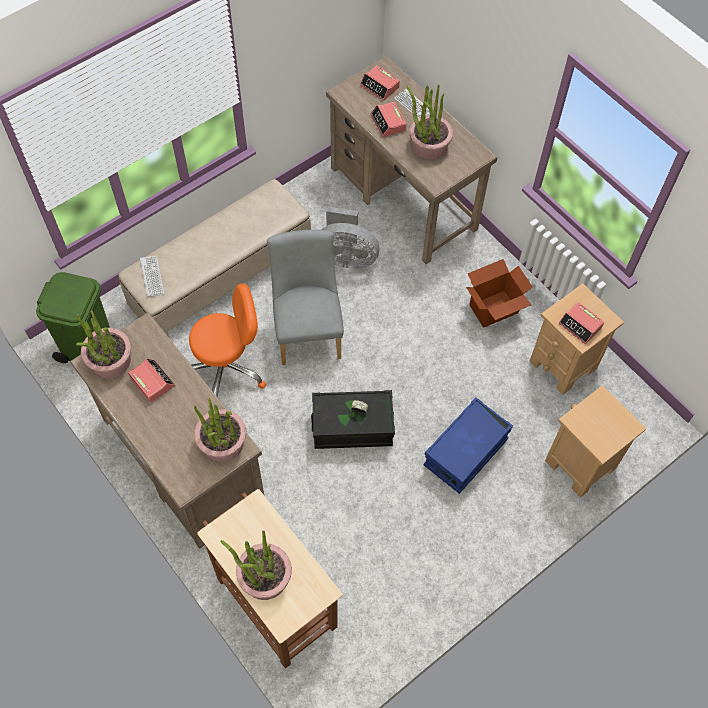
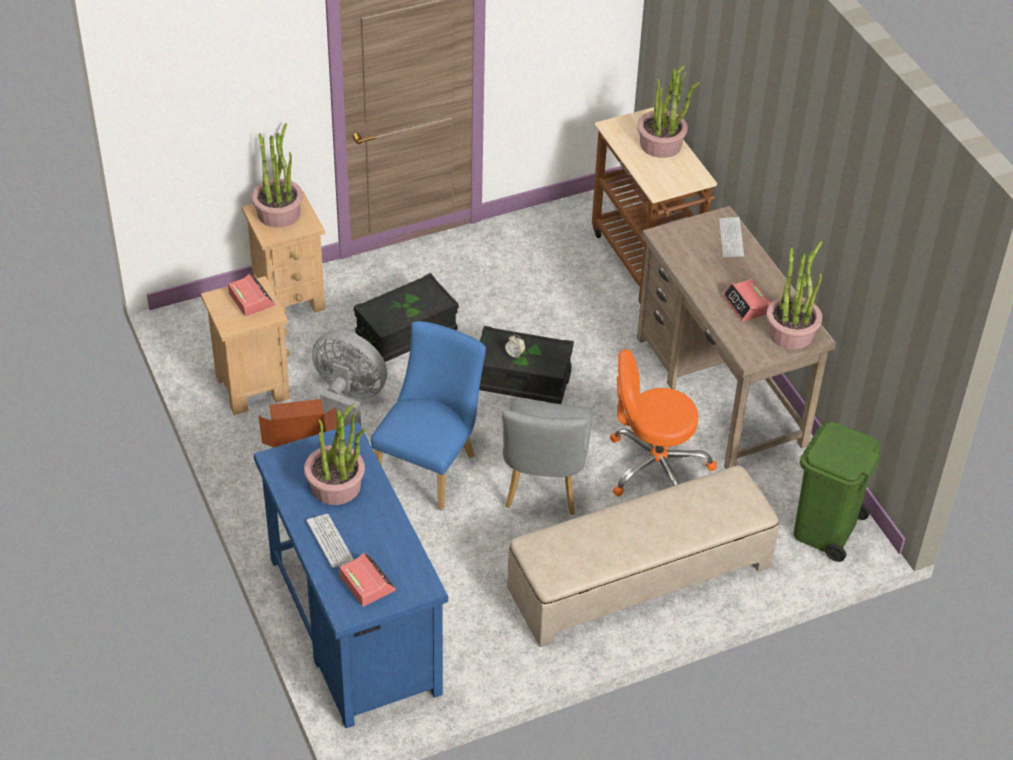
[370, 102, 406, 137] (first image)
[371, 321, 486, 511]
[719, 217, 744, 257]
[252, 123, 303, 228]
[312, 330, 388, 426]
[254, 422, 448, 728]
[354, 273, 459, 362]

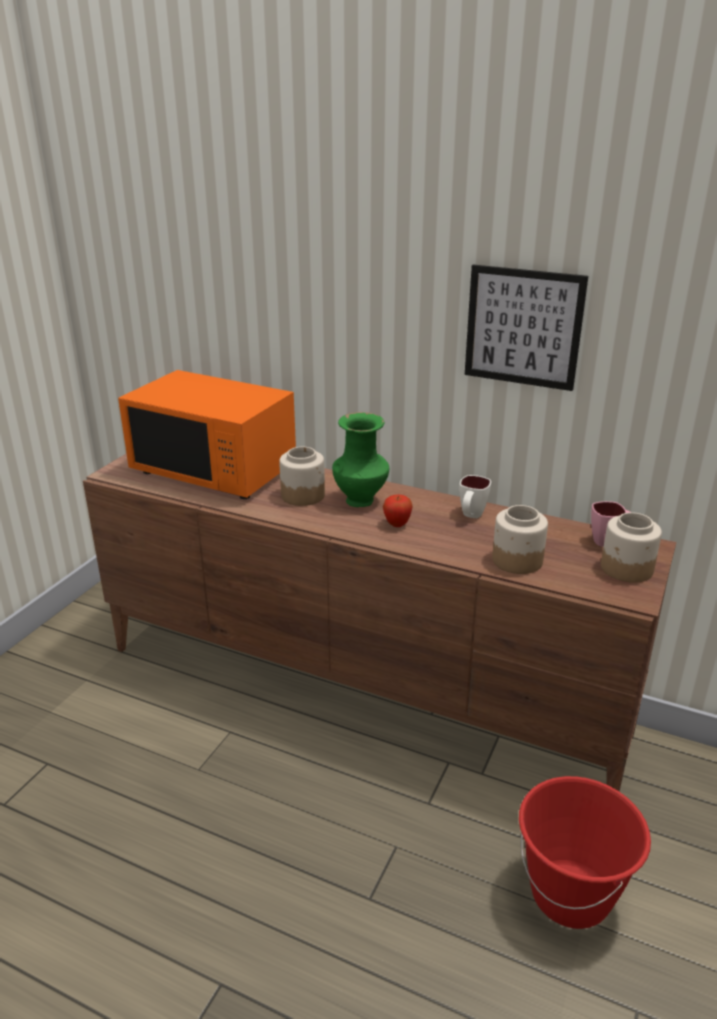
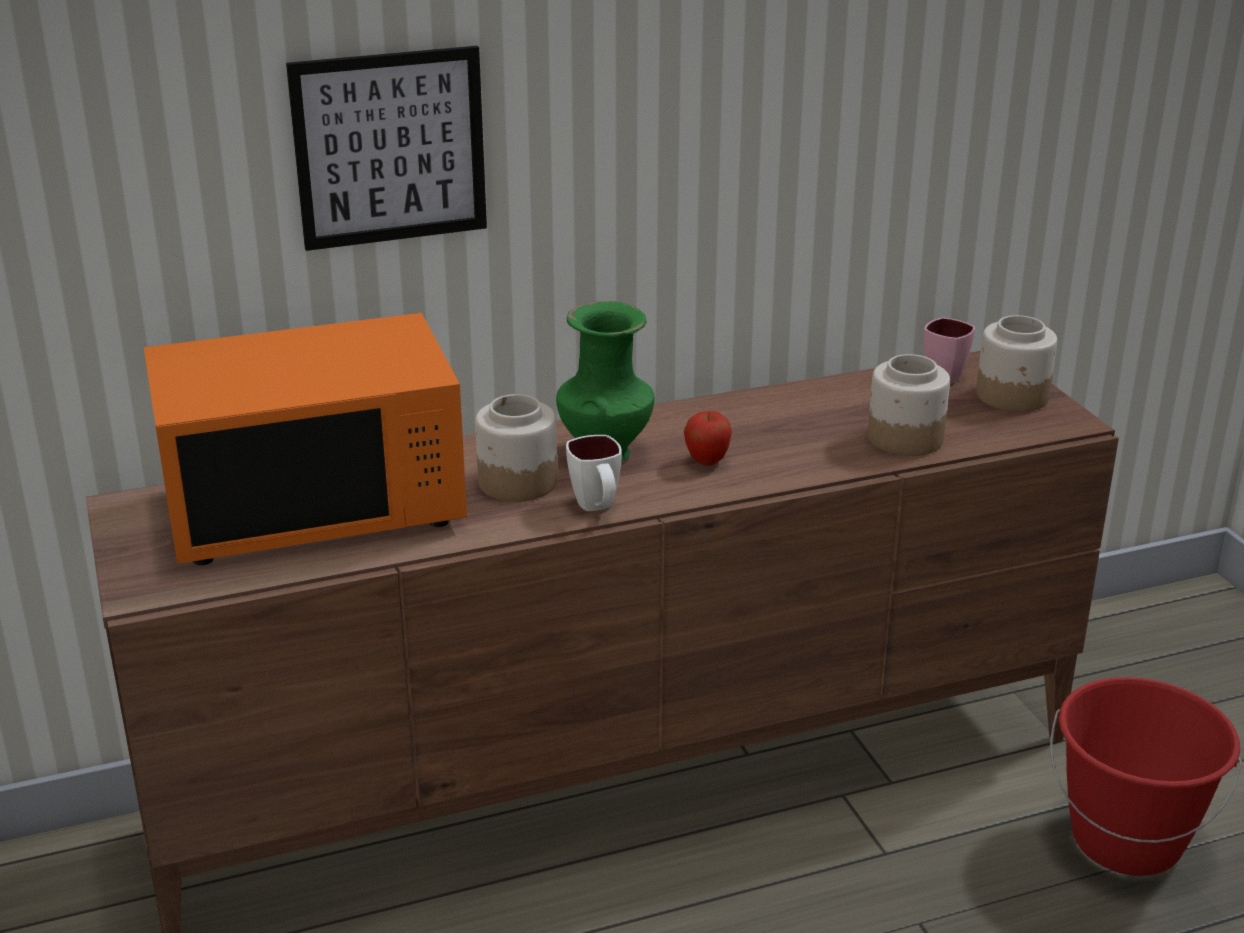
[566, 435, 622, 511]
[286, 46, 487, 251]

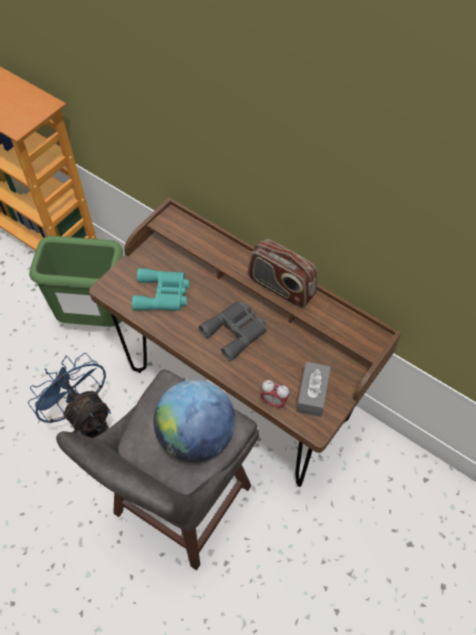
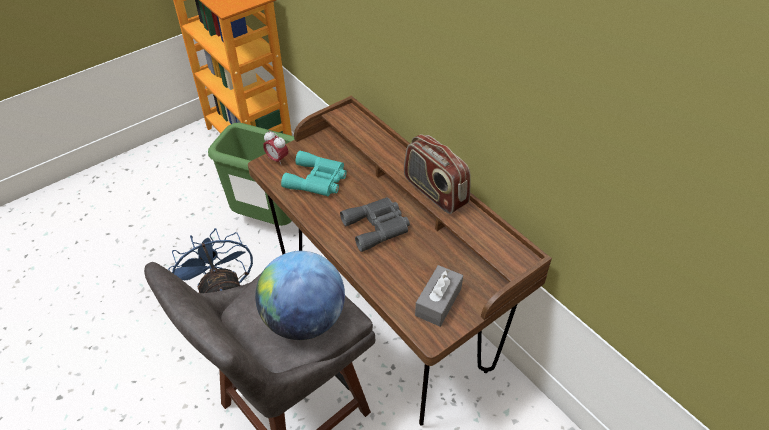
[263, 131, 288, 164]

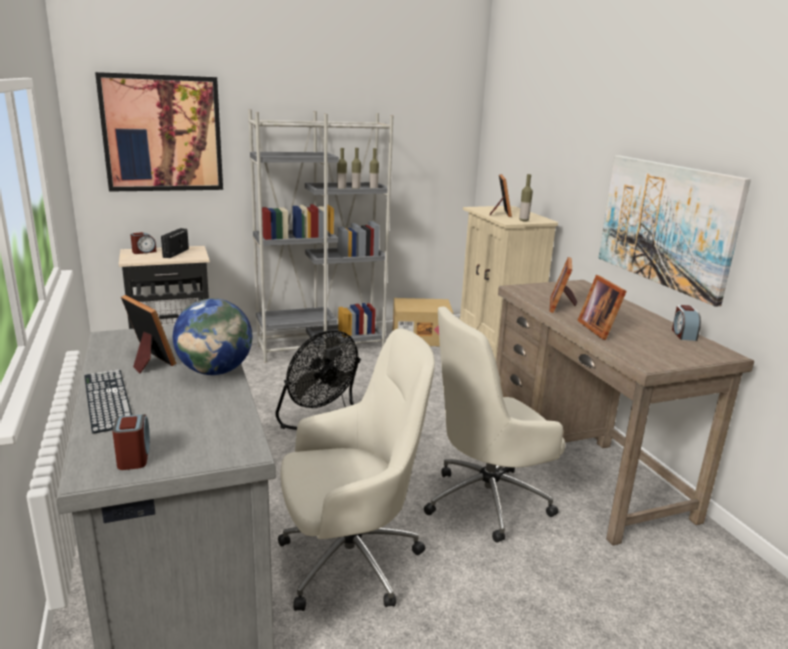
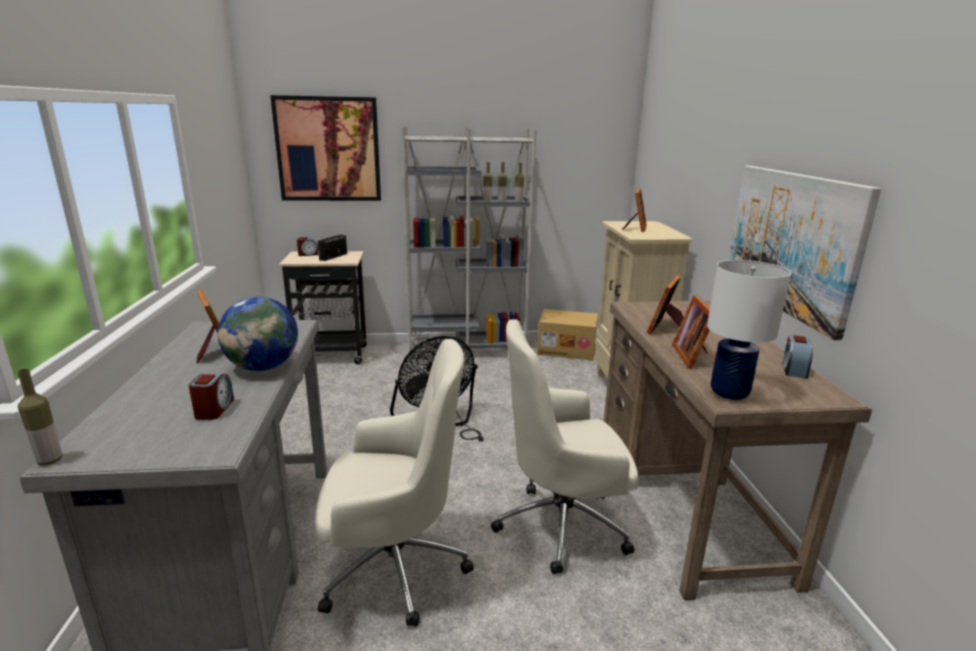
[85, 370, 132, 434] (first image)
[707, 260, 791, 400]
[189, 374, 234, 420]
[17, 369, 62, 466]

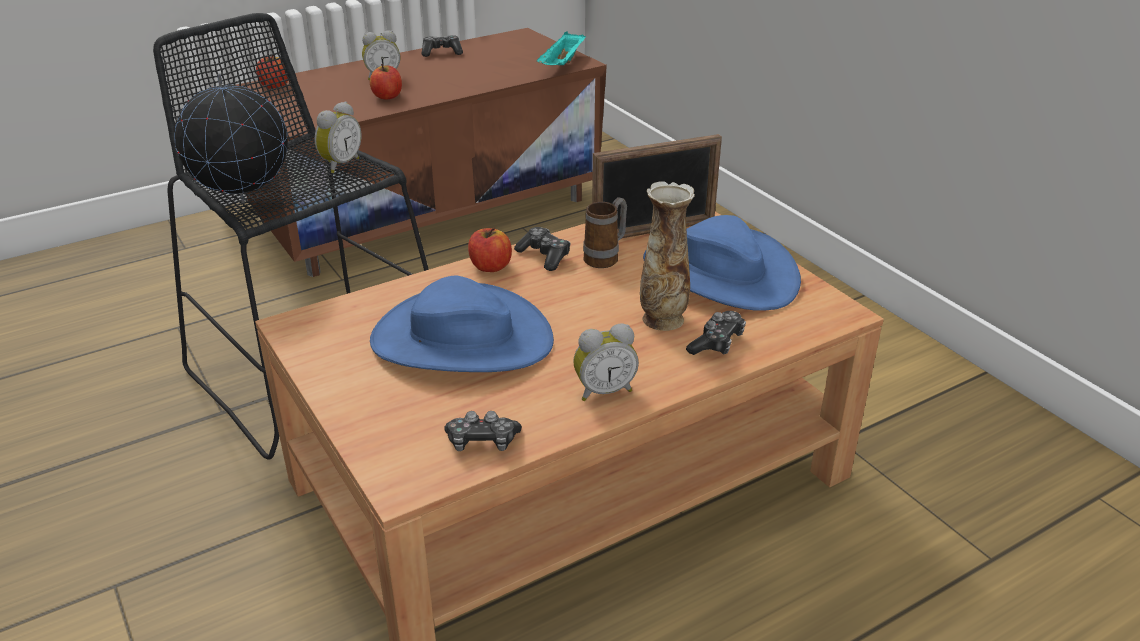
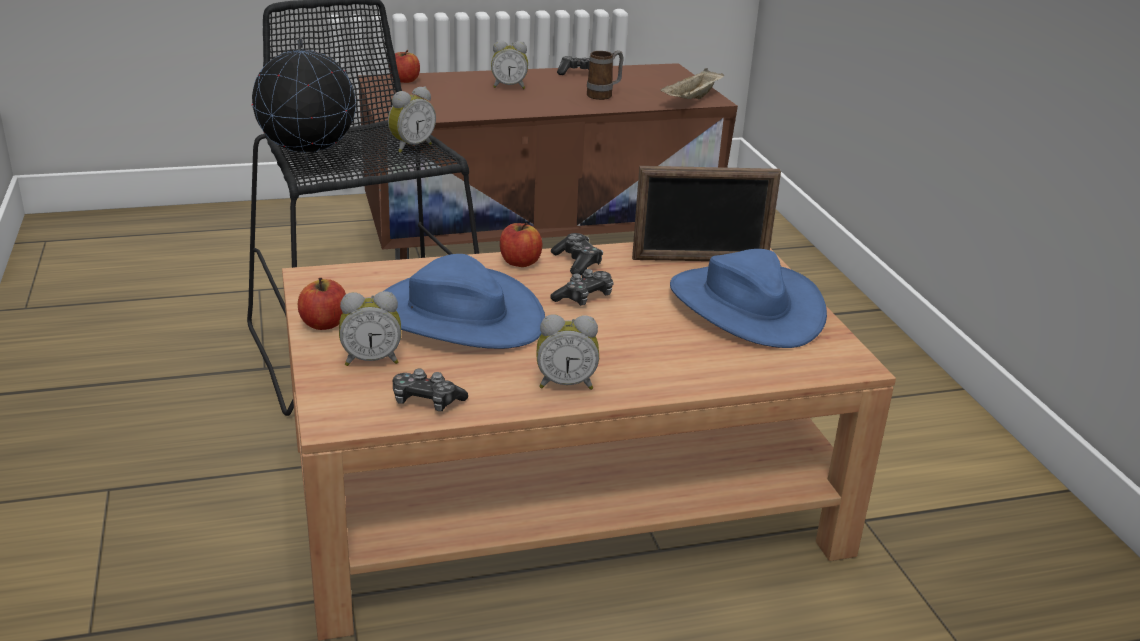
[640, 181, 695, 331] (first image)
[339, 291, 401, 366]
[298, 278, 346, 330]
[587, 50, 624, 100]
[550, 269, 614, 306]
[660, 68, 724, 99]

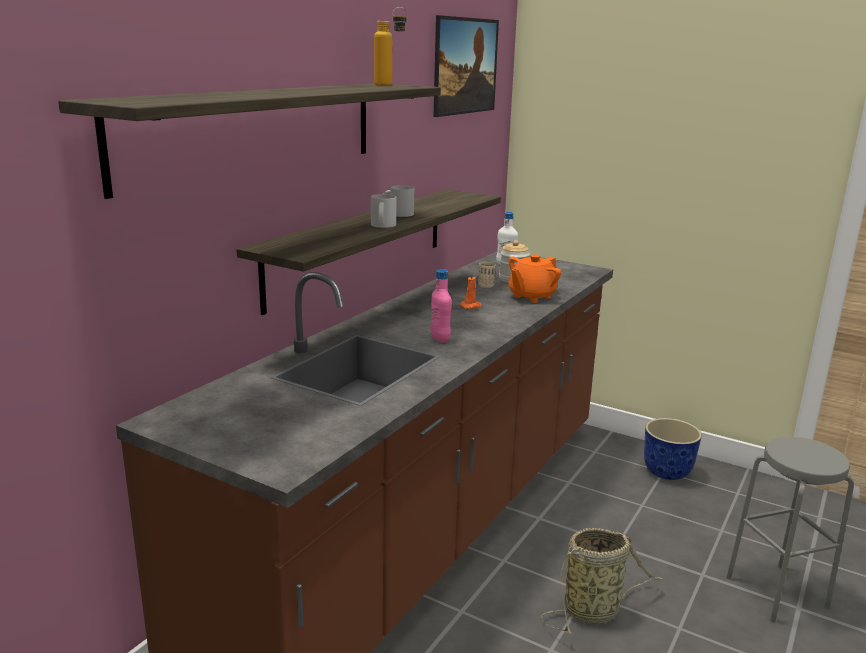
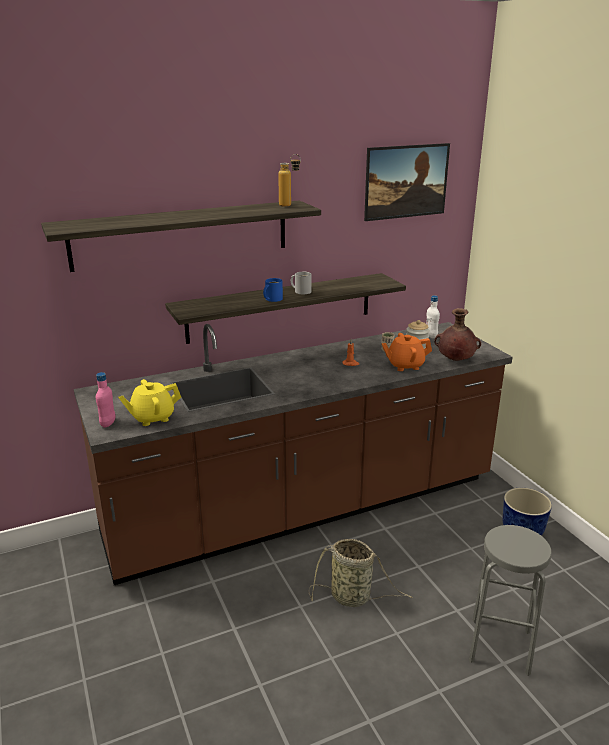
[118, 379, 181, 426]
[434, 308, 481, 361]
[96, 372, 116, 428]
[263, 278, 283, 302]

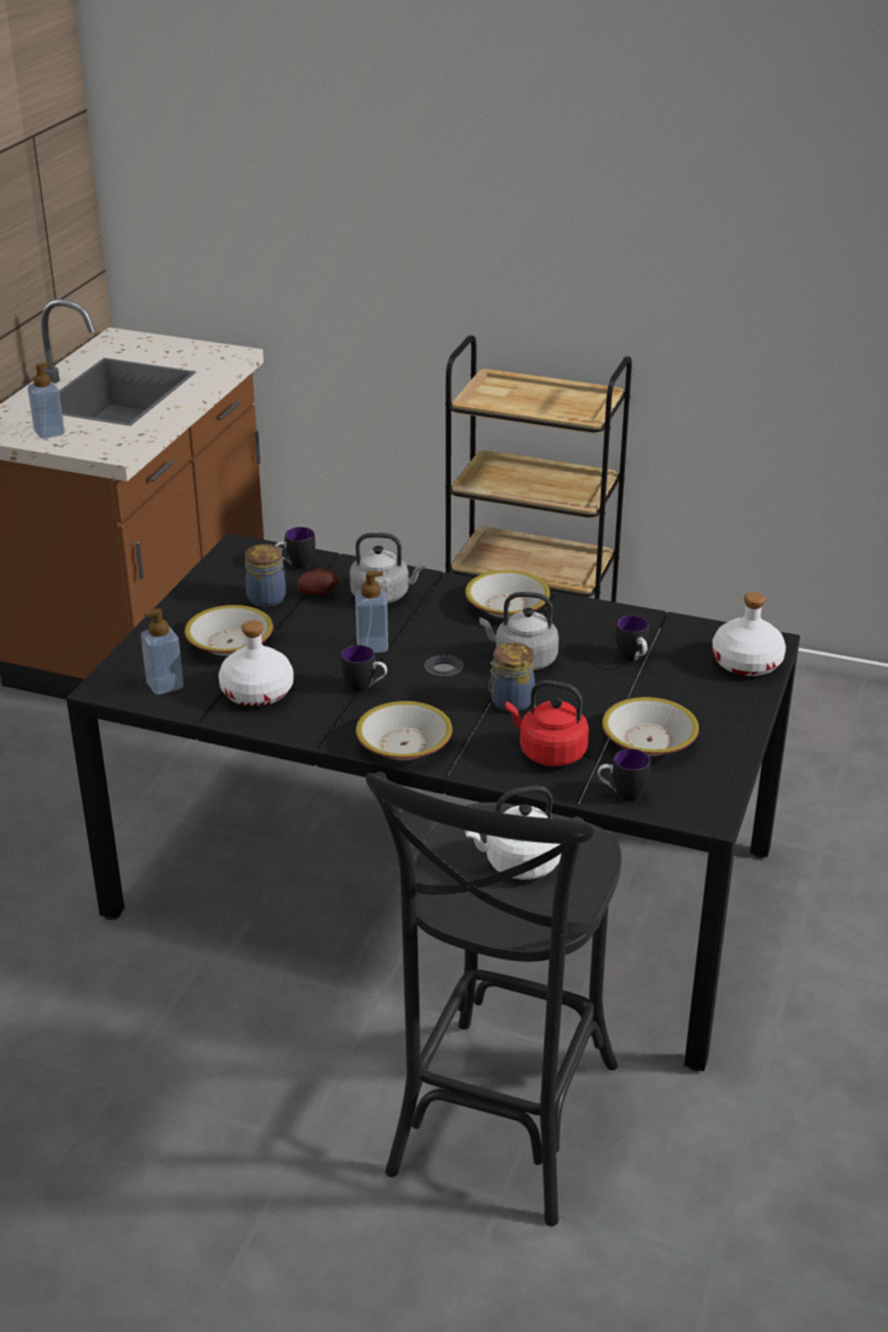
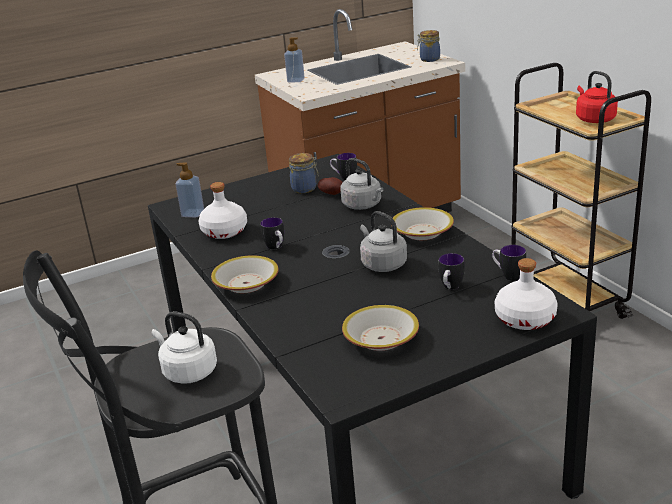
[185, 605, 273, 656] (first image)
[355, 571, 388, 653] (first image)
[417, 30, 440, 62]
[576, 71, 618, 123]
[492, 245, 526, 281]

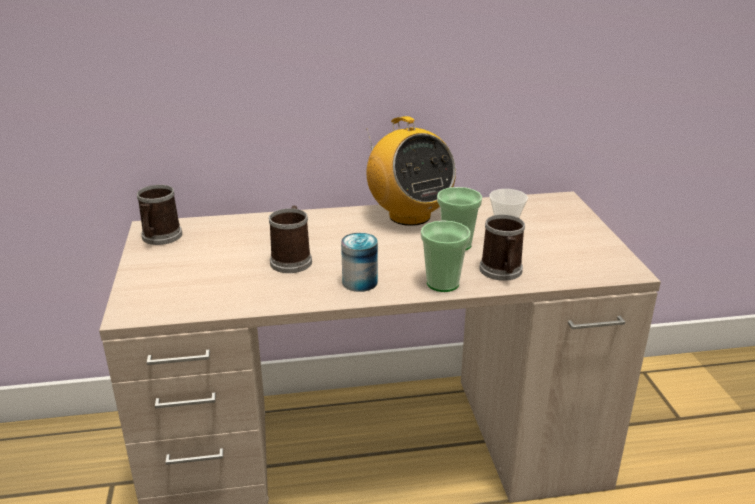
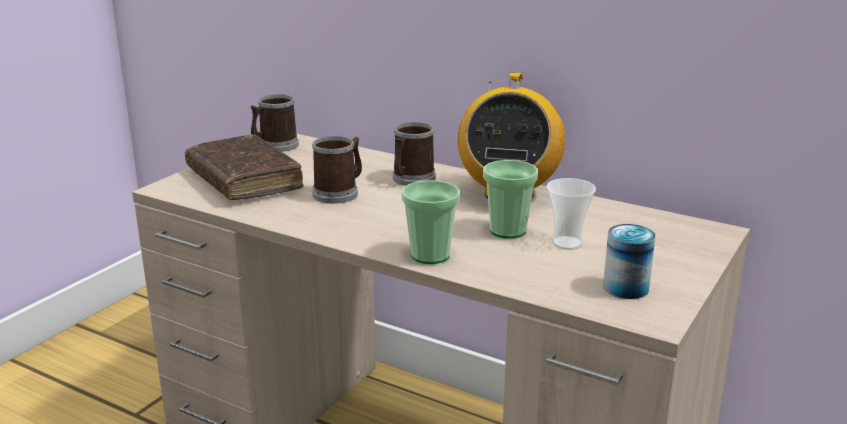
[185, 134, 303, 200]
[603, 224, 655, 299]
[393, 122, 436, 186]

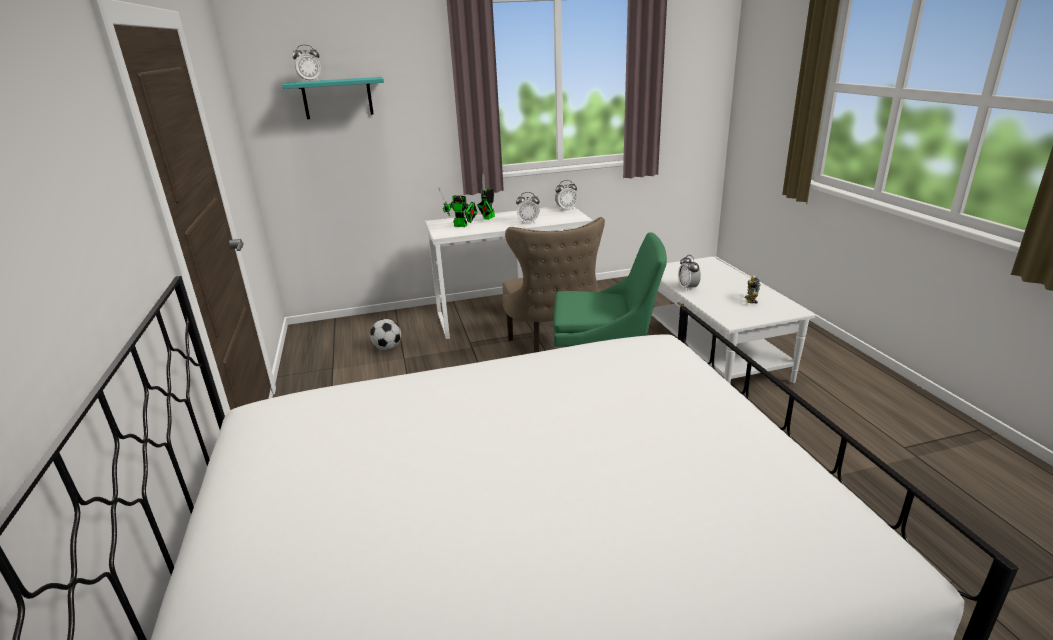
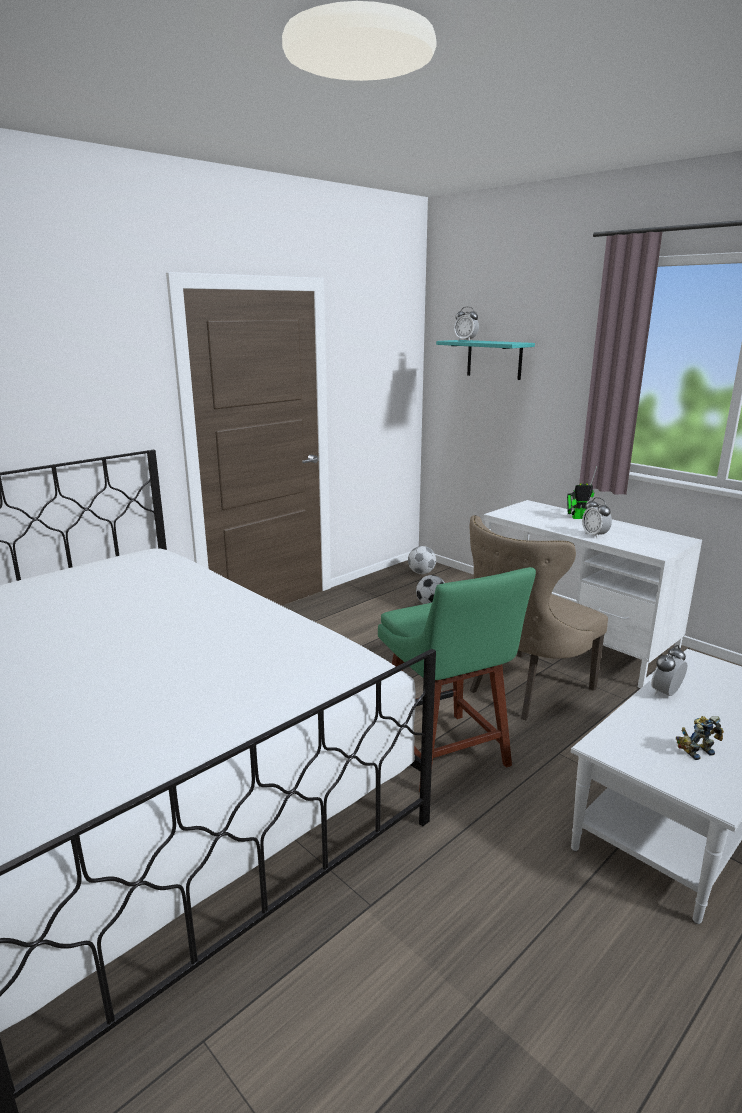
[439, 187, 477, 227] (first image)
[555, 180, 577, 211] (first image)
[408, 546, 436, 574]

